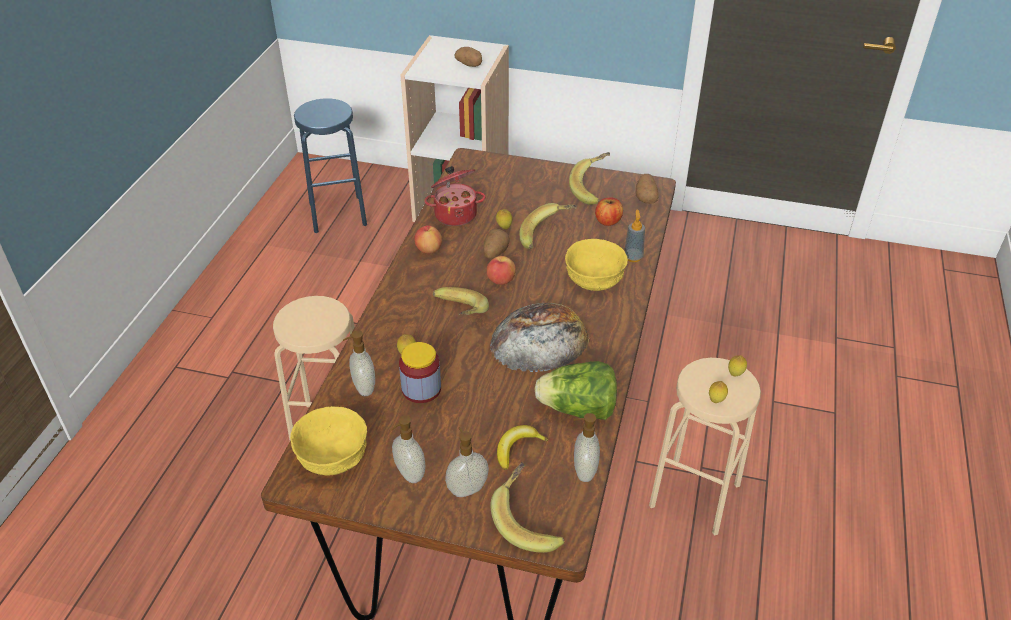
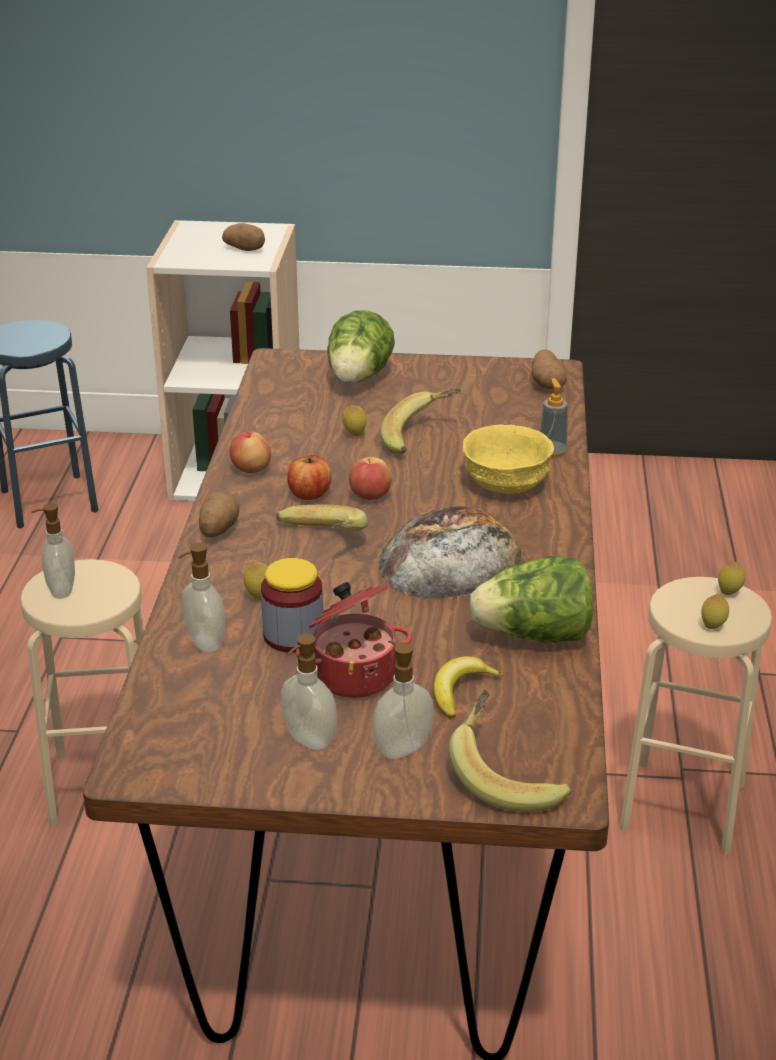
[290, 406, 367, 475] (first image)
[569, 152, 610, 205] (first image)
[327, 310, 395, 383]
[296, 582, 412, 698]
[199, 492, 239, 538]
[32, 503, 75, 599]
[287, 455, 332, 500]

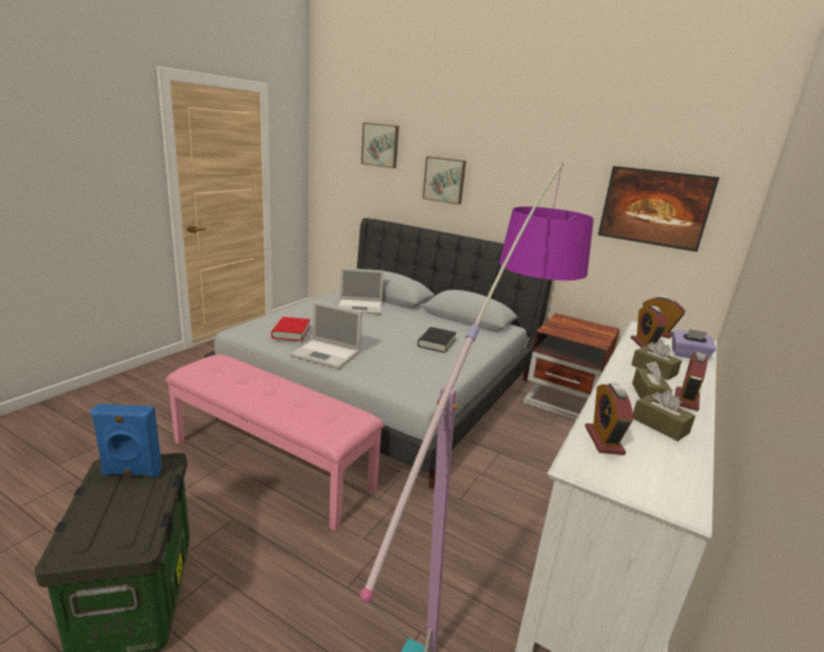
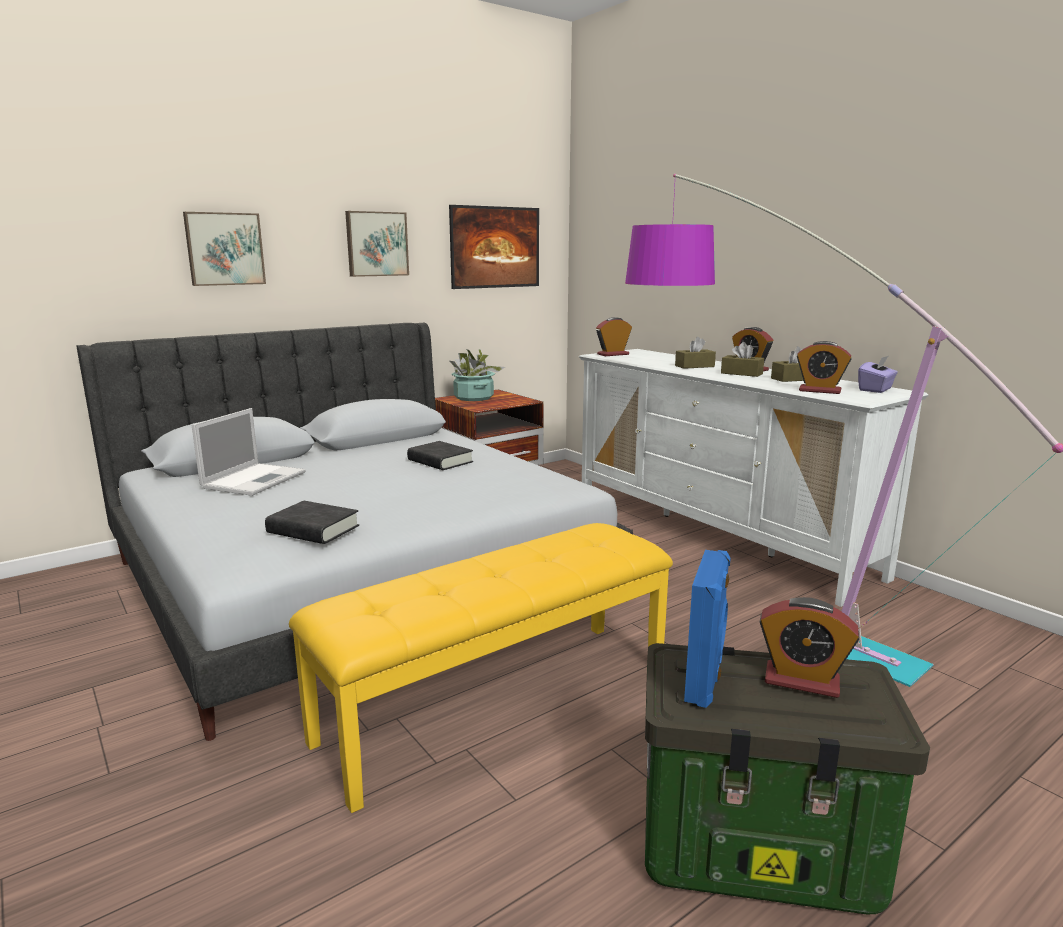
[290, 301, 362, 369] (first image)
[450, 349, 505, 401]
[345, 211, 409, 277]
[760, 597, 859, 698]
[858, 356, 898, 393]
[289, 523, 673, 813]
[265, 501, 359, 544]

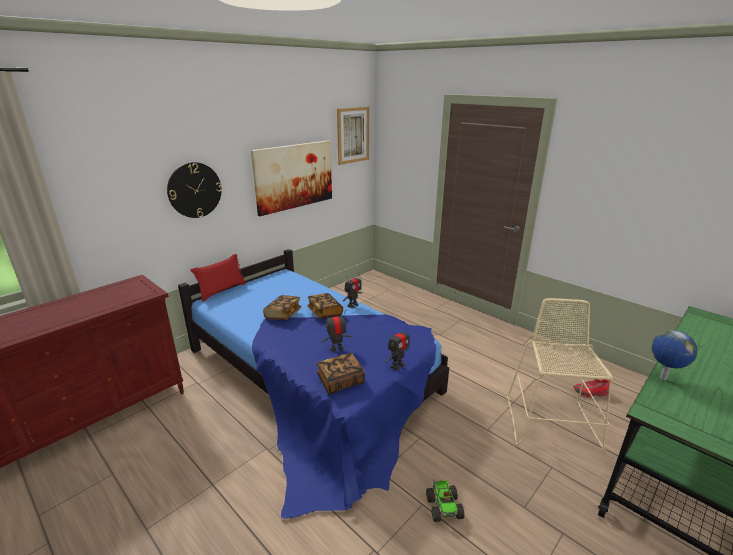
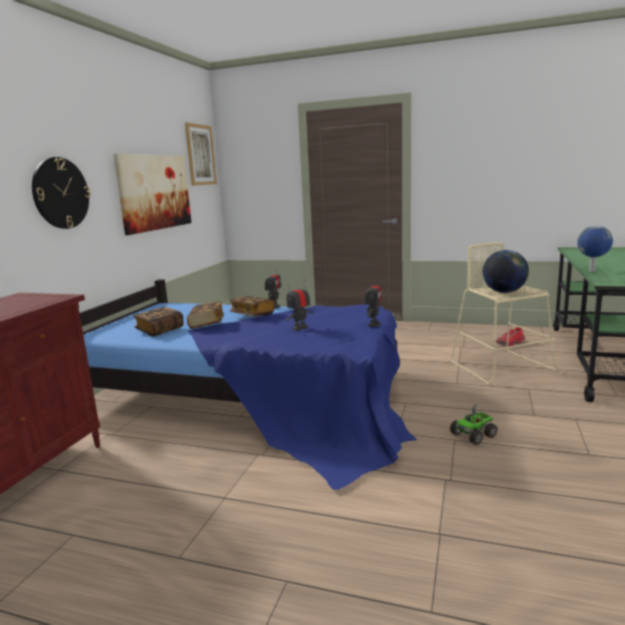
[191, 254, 246, 302] (first image)
[483, 250, 529, 293]
[133, 307, 184, 336]
[450, 404, 498, 445]

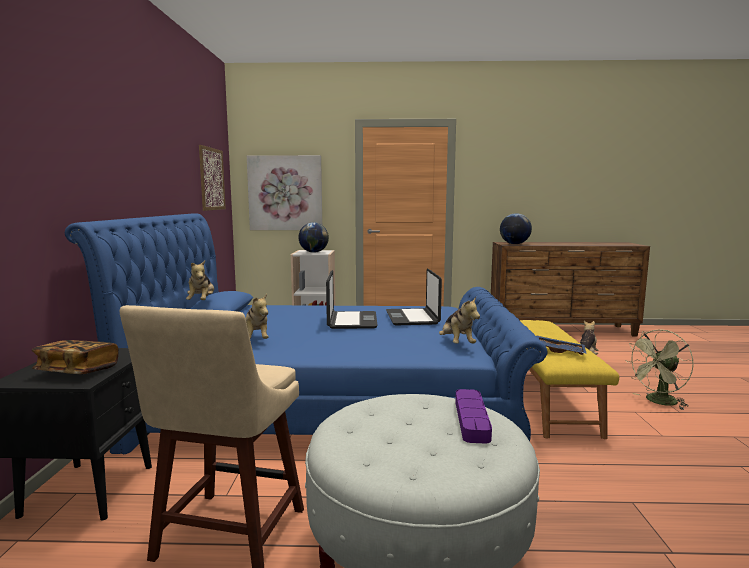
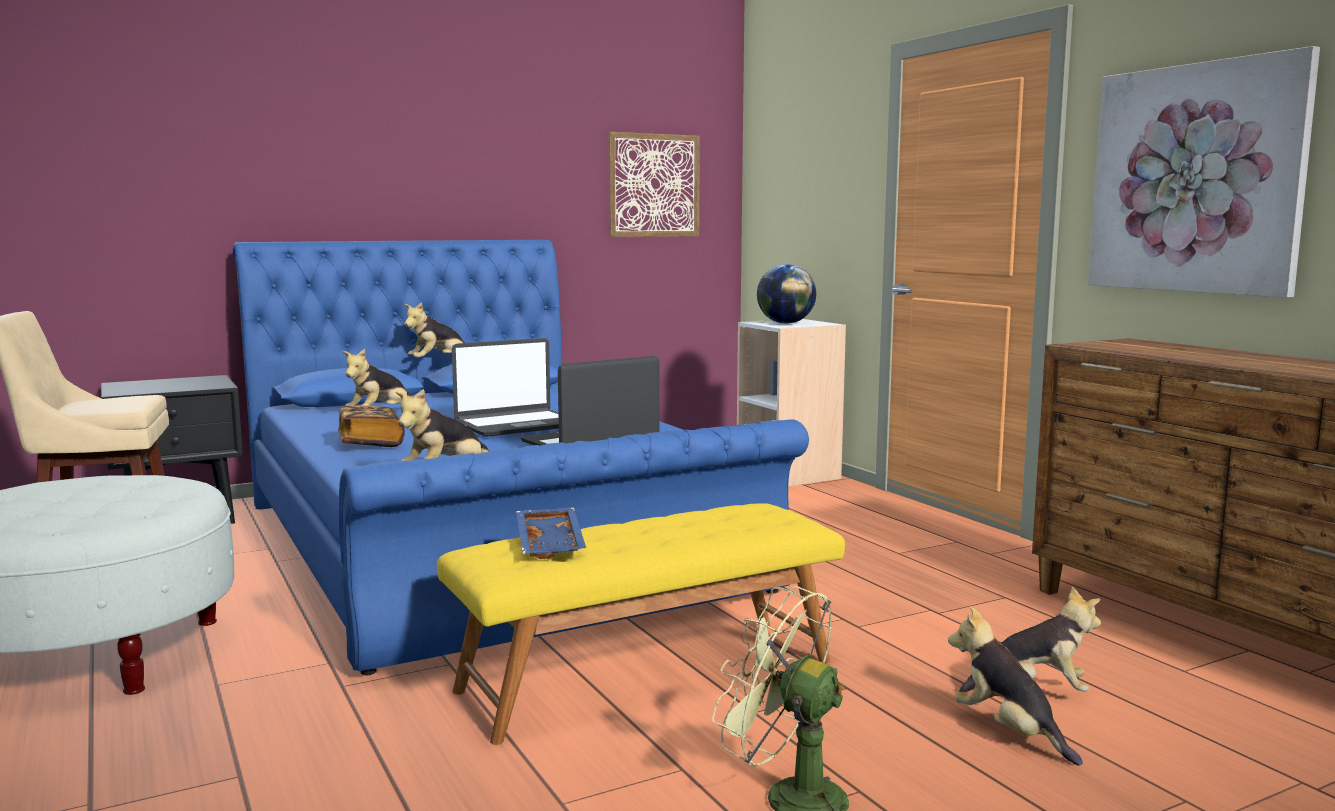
[455, 389, 492, 443] (first image)
[500, 213, 532, 244] (first image)
[948, 606, 1083, 766]
[338, 405, 405, 447]
[1088, 46, 1320, 298]

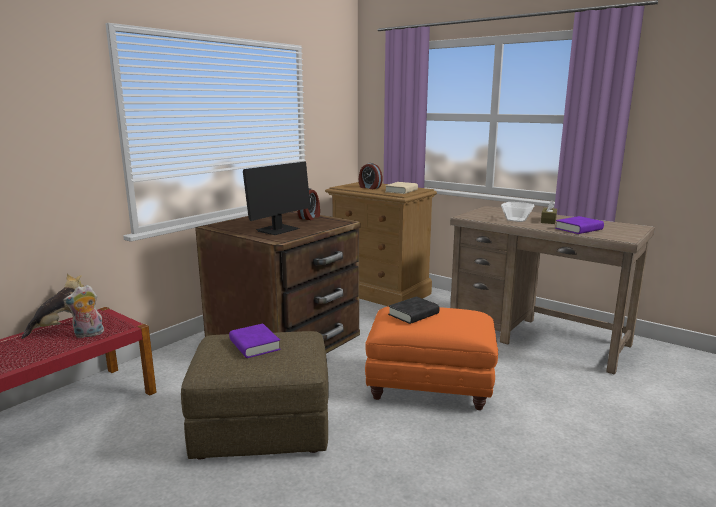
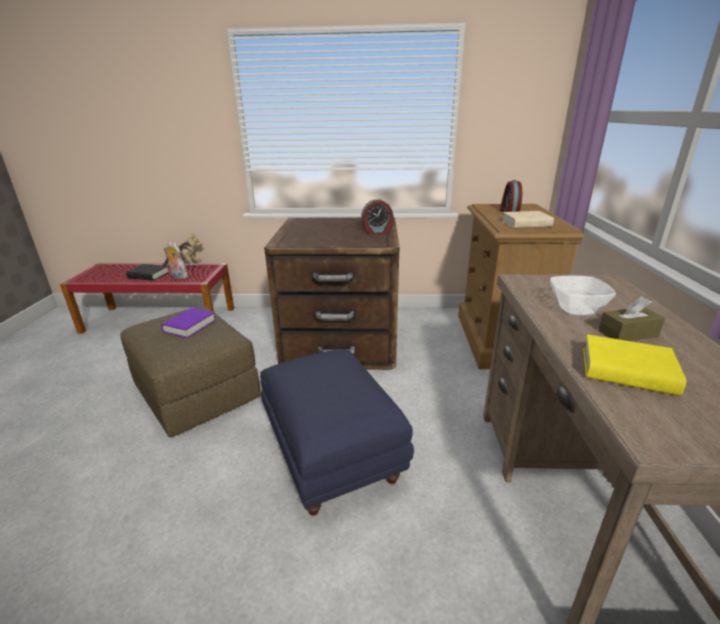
[243, 162, 311, 235] (first image)
[126, 264, 169, 281]
[260, 349, 414, 516]
[583, 334, 686, 396]

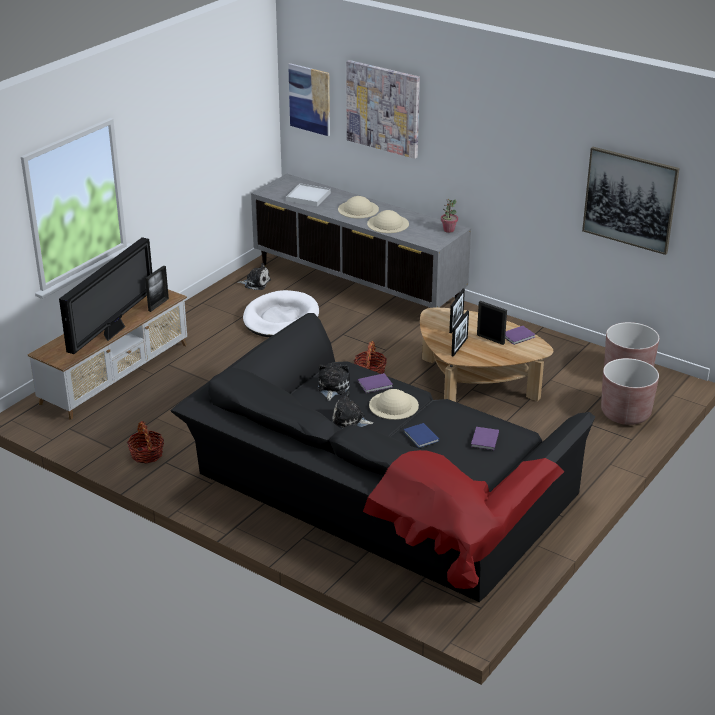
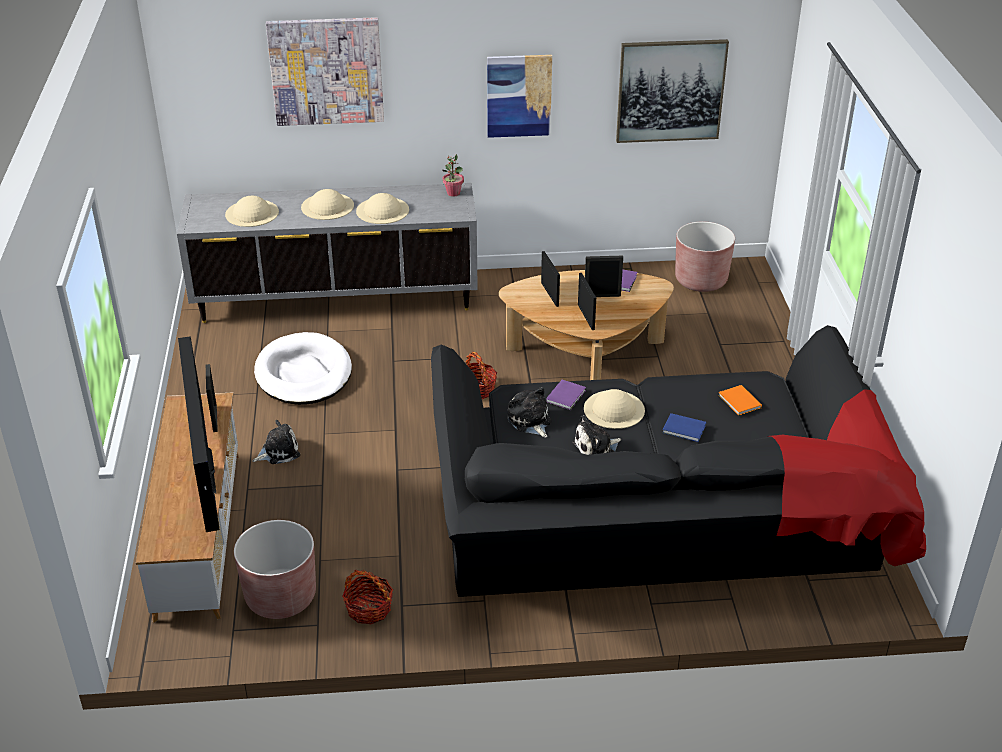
[252, 420, 300, 464]
[487, 55, 552, 138]
[234, 520, 316, 619]
[225, 196, 279, 227]
[718, 385, 762, 416]

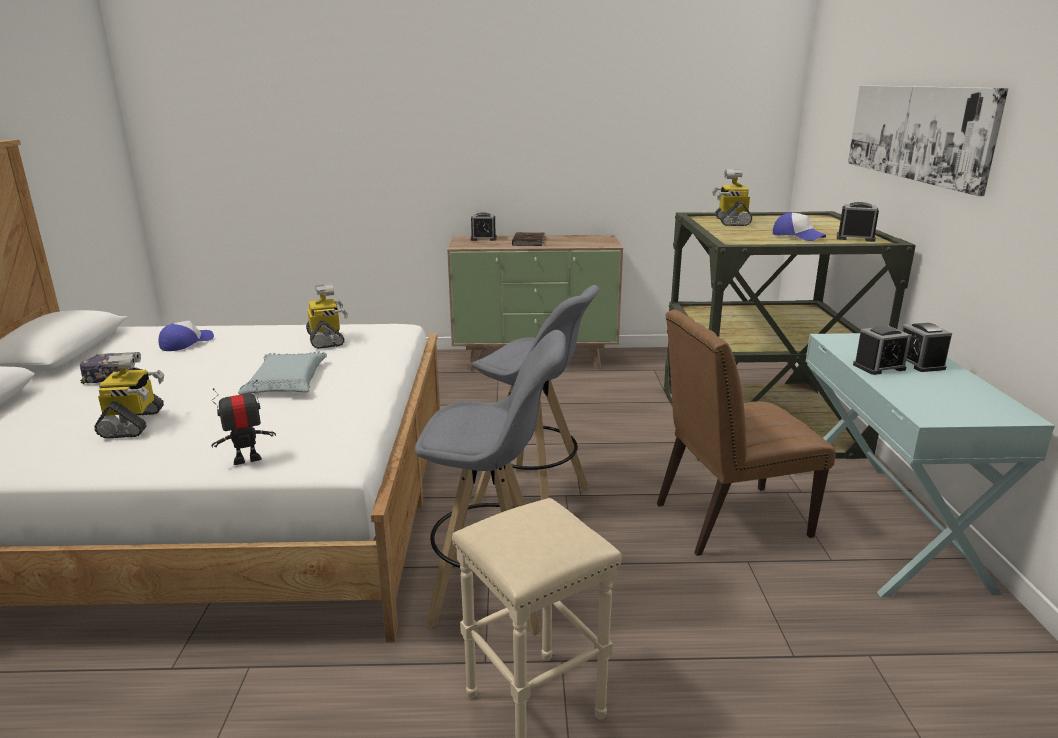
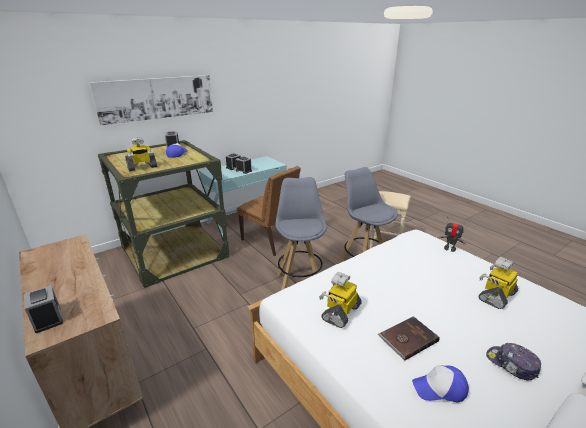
[238, 352, 327, 395] (first image)
[378, 316, 439, 361]

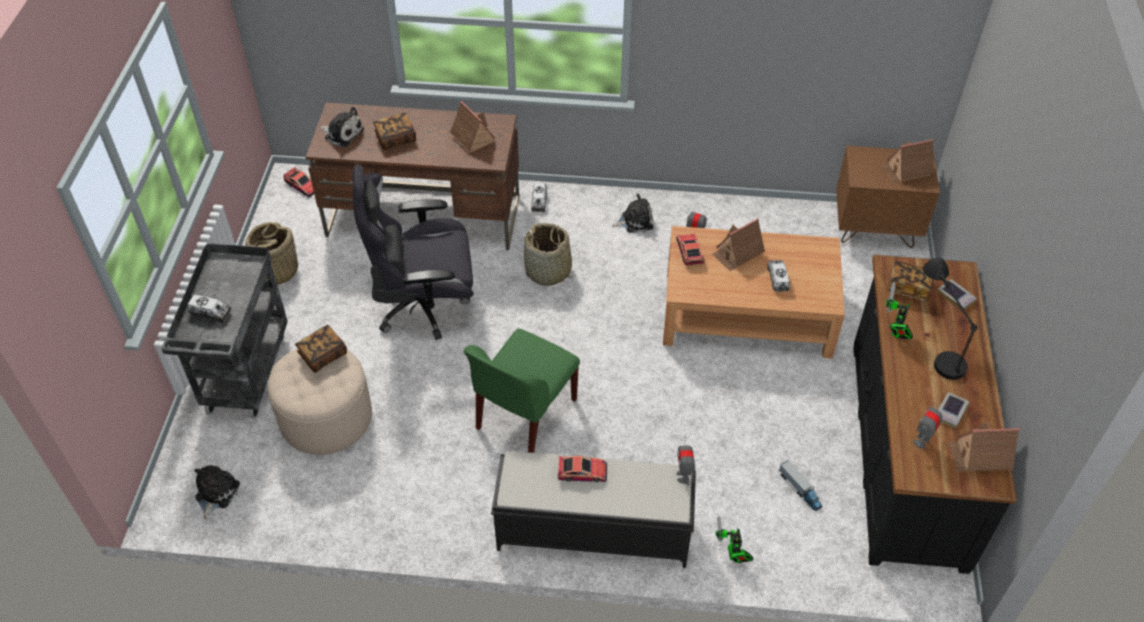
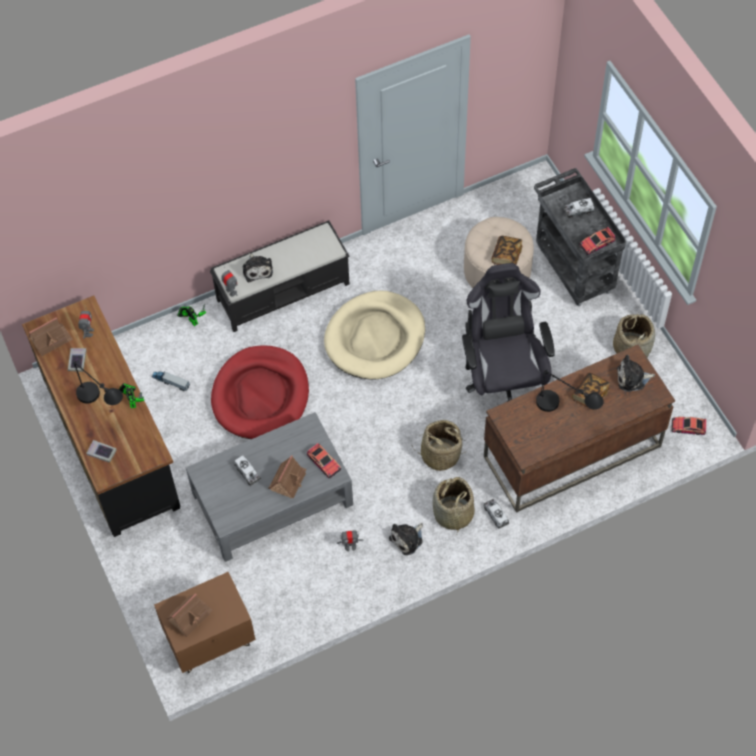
[449, 101, 496, 153] (first image)
[887, 261, 934, 301] (first image)
[211, 345, 309, 439]
[433, 477, 474, 534]
[536, 370, 604, 412]
[242, 253, 273, 282]
[579, 227, 616, 255]
[324, 291, 425, 380]
[186, 412, 353, 562]
[462, 263, 555, 402]

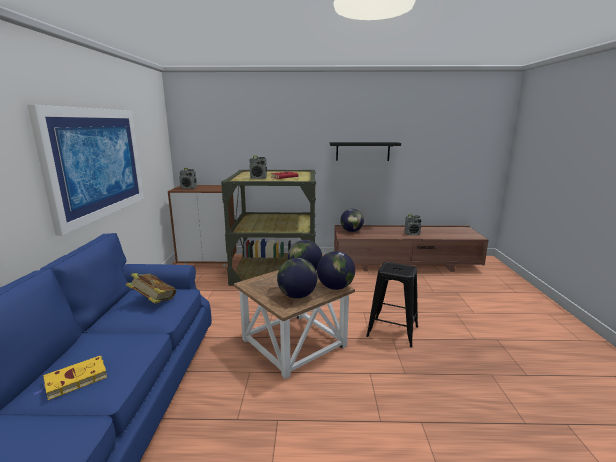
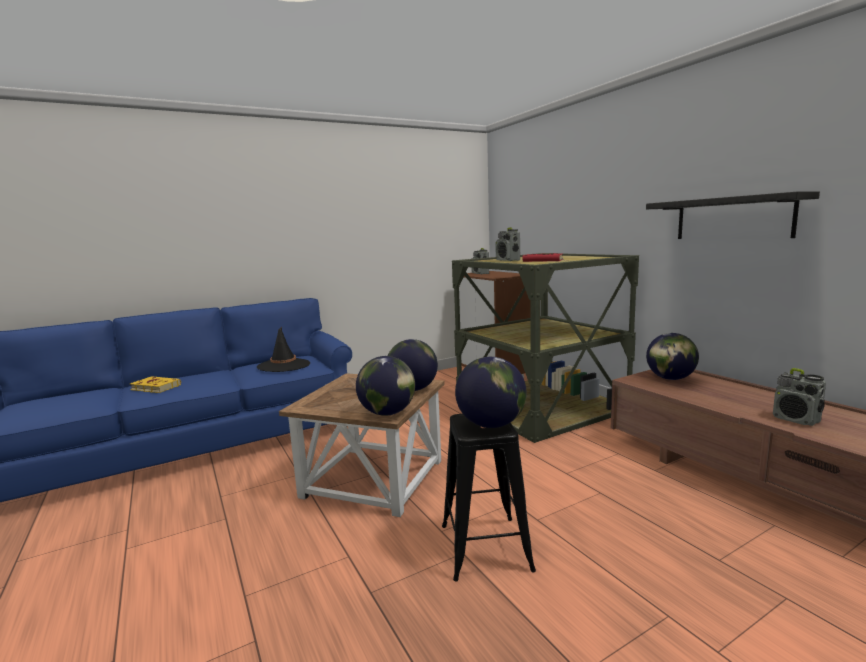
[27, 105, 144, 236] (first image)
[455, 357, 527, 428]
[257, 327, 310, 372]

